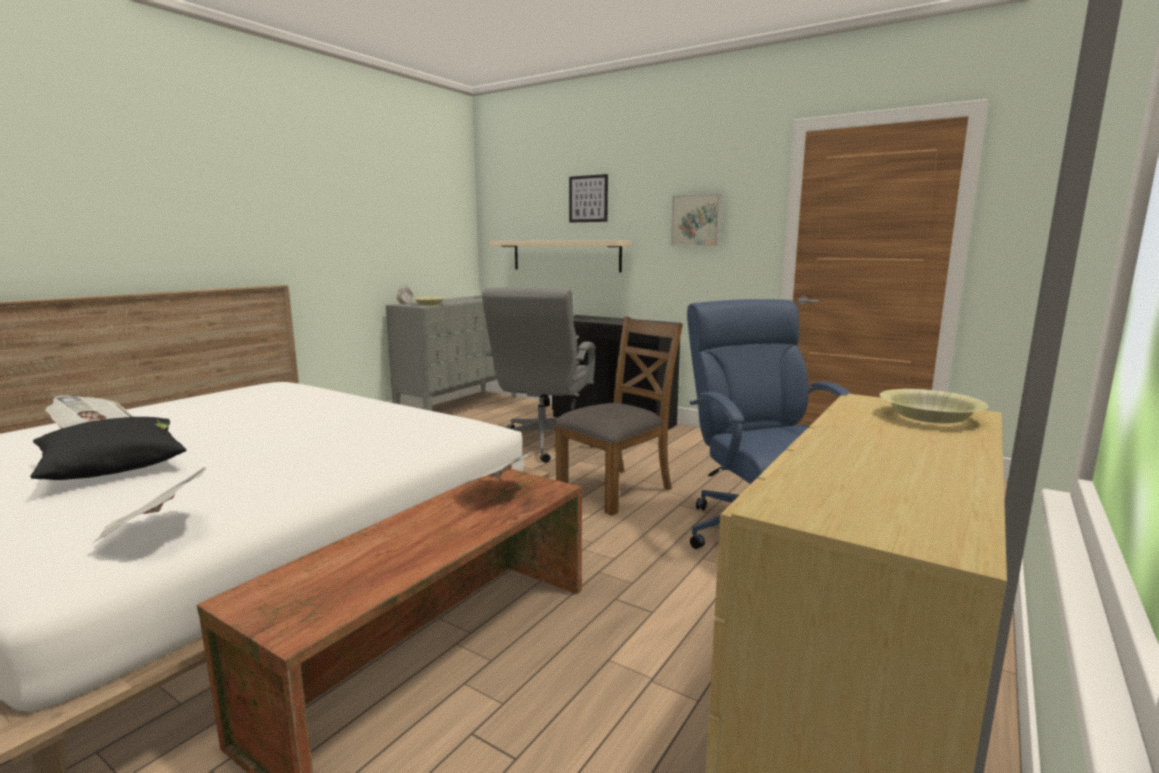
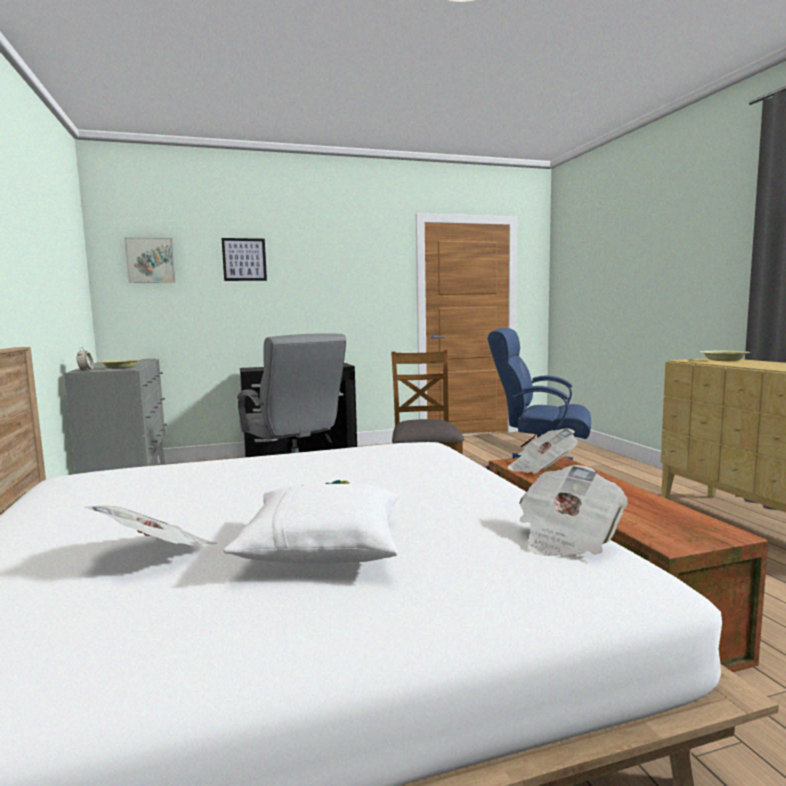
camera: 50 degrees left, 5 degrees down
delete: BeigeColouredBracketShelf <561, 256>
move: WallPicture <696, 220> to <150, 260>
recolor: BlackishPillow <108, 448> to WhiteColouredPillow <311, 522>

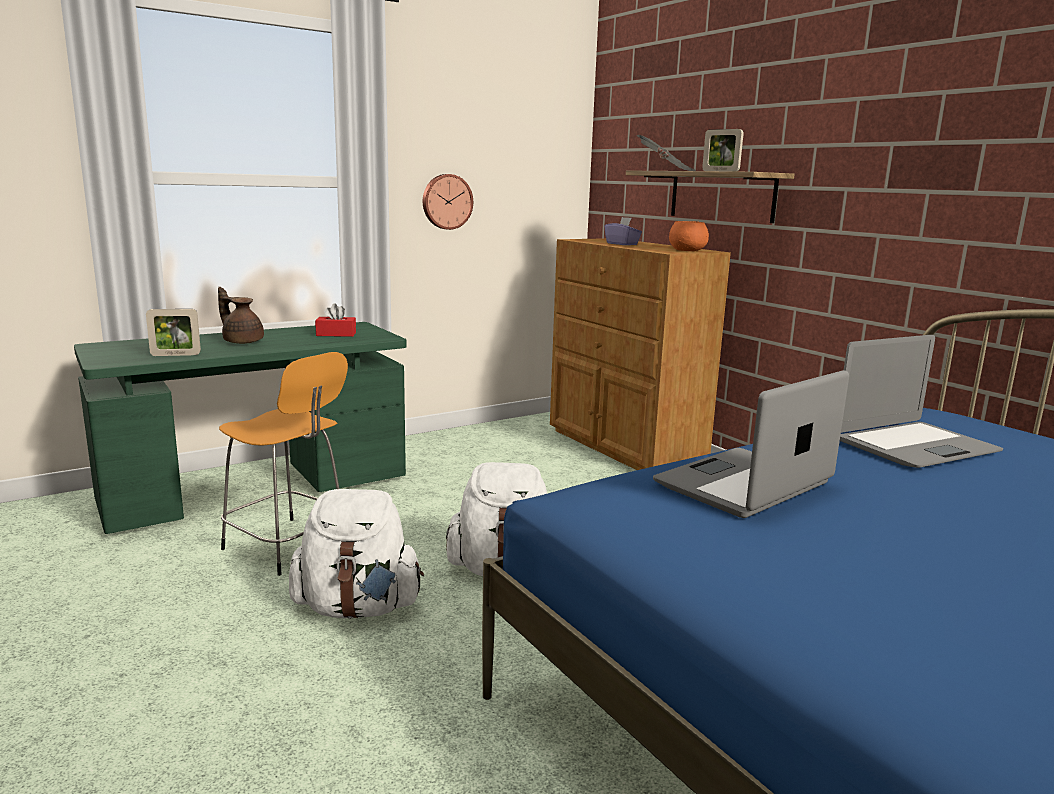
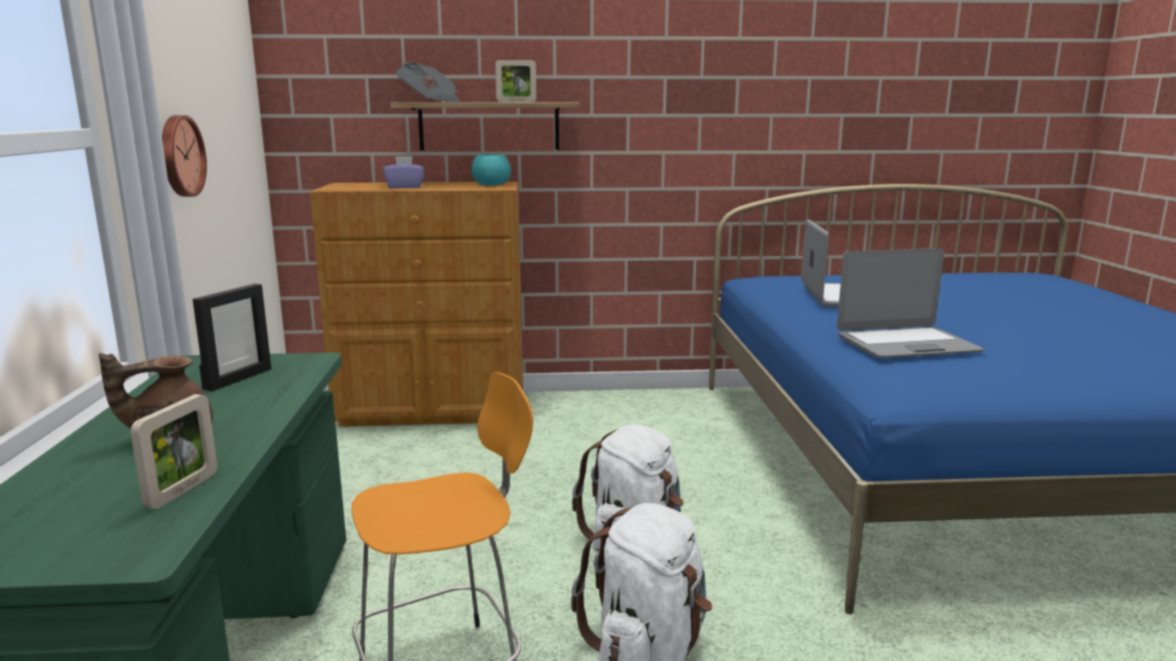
camera: 60 degrees left, 0 degrees up
replace: RedColouredTissueBox <335, 320> to PictureFrame <232, 337>
recolor: OrangeDeepDish <689, 236> to TurquoiseColouredDeepDish <491, 170>
rotate: NotebookComputer <751, 444> = <910, 303> 90 degrees counterclockwise

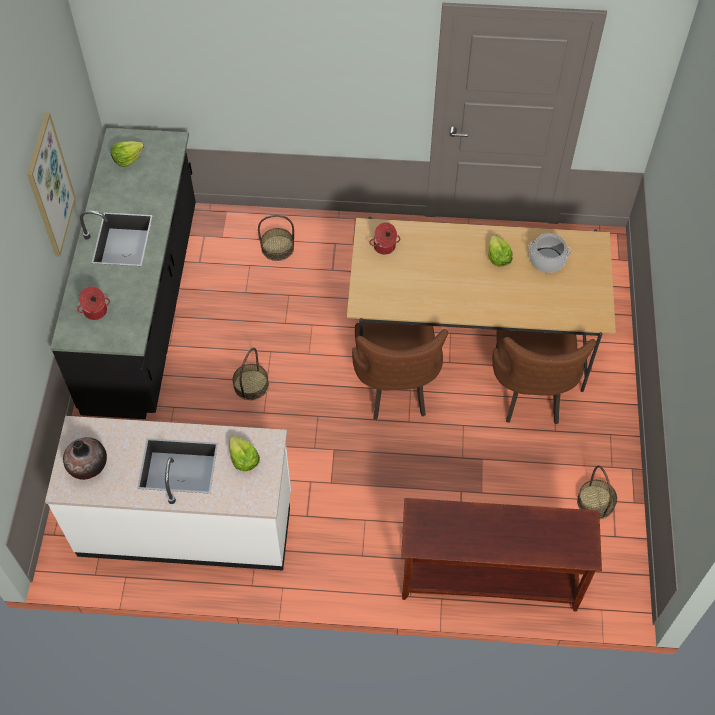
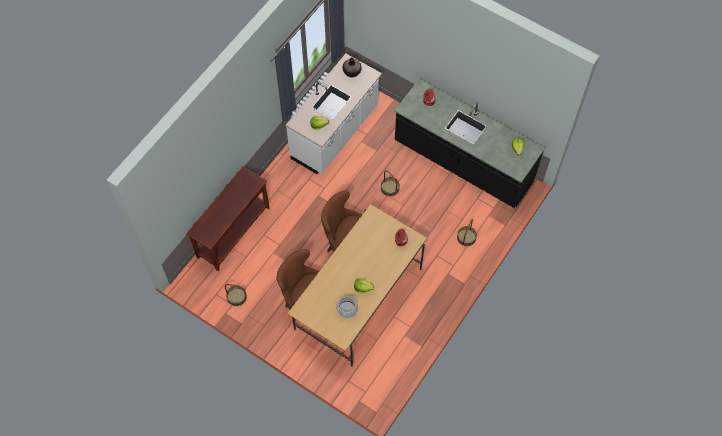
camera: 120 degrees right, 5 degrees up
delete: WallPicture <51, 185>

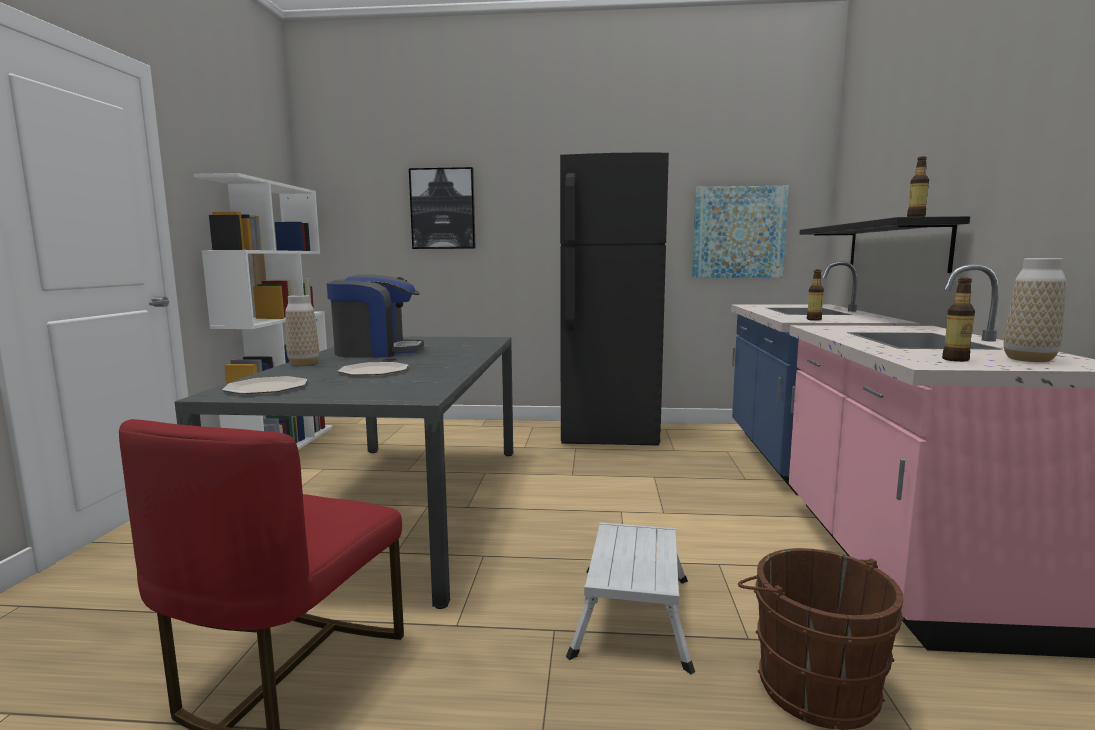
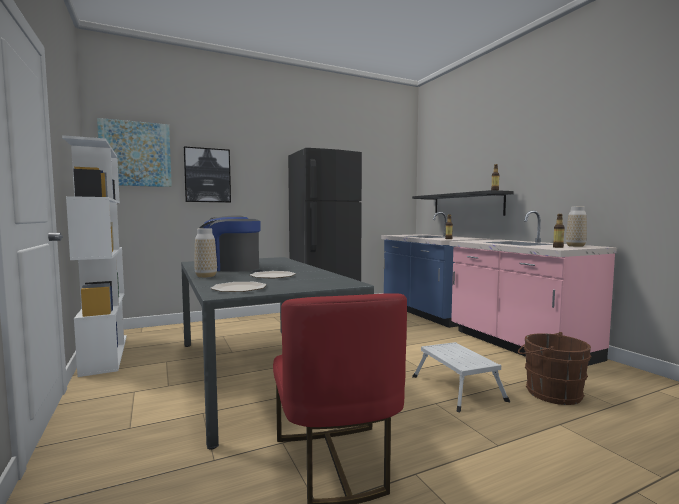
camera: 30 degrees left, 5 degrees down
move: WallPicture <740, 232> to <134, 152>
rotate: CoffeeMachine <375, 315> = <230, 243> 135 degrees counterclockwise

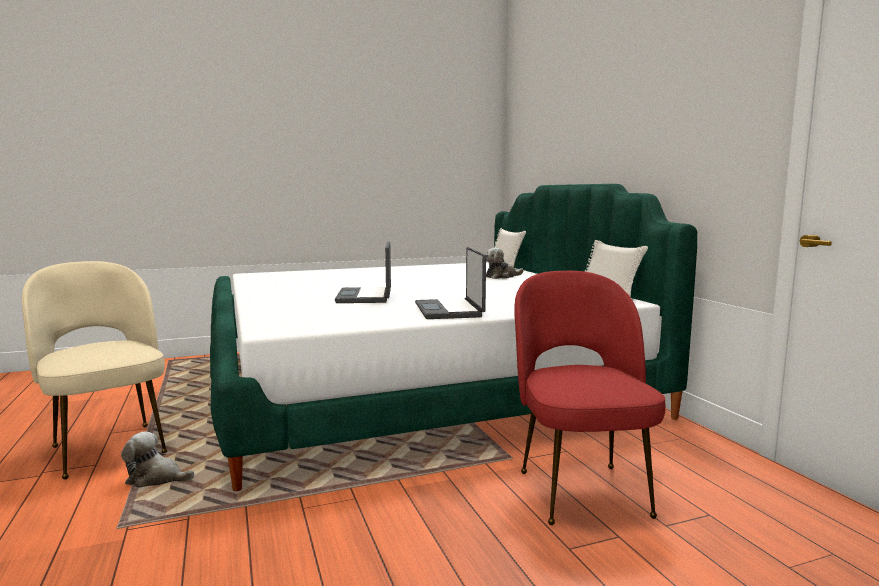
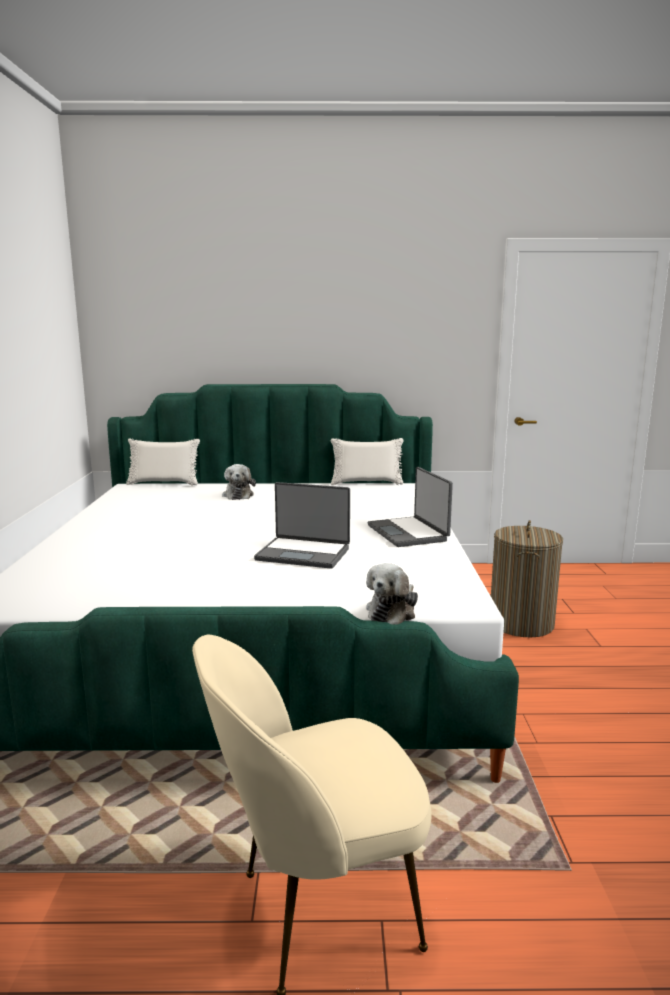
camera: 70 degrees left, 5 degrees up
move: PlushToy <157, 459> to <392, 594>
replace: RedColouredPlainChair <590, 398> to WashingBasket <527, 578>
rotate: NotebookComputer <450, 283> = <410, 507> 60 degrees clockwise

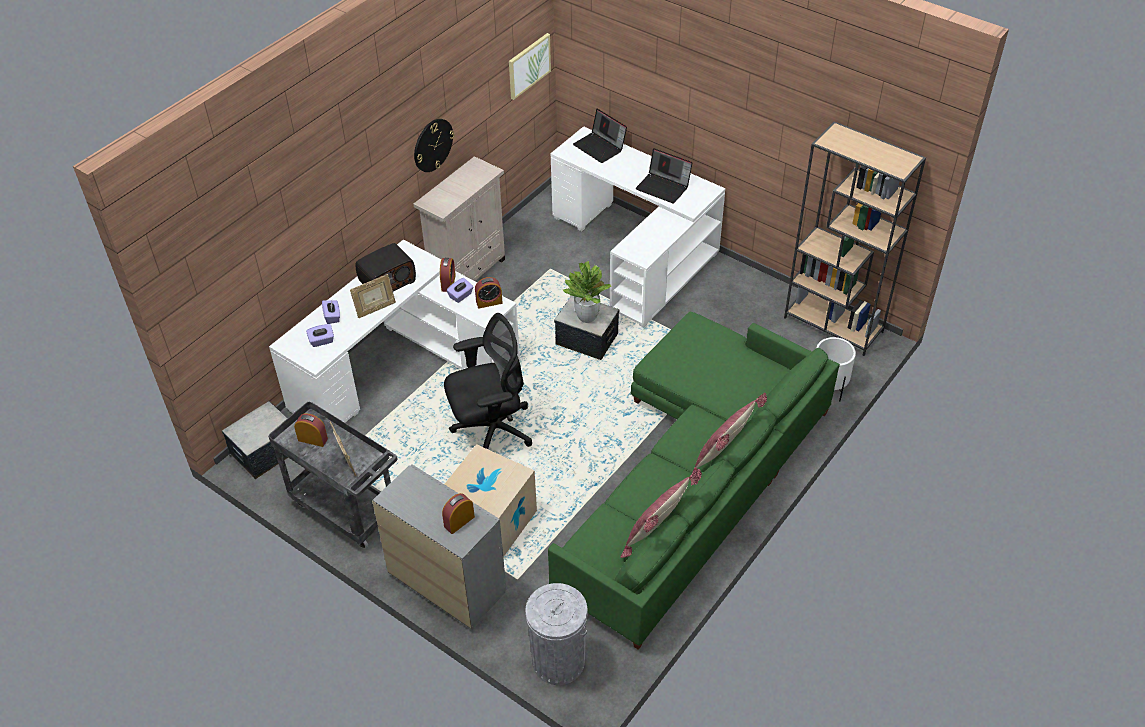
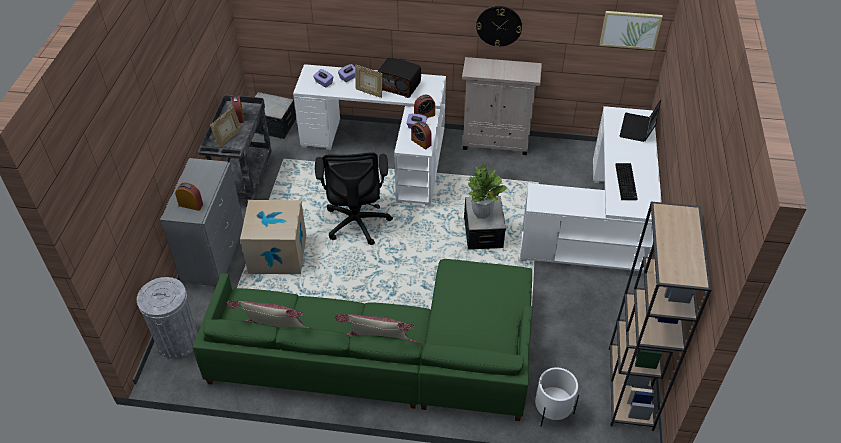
camera: 60 degrees right, 0 degrees up
replace: NotebookComputer <664, 176> to Keyboard <626, 181>
rotate: BlackishComputerChair <488, 381> = <354, 198> 45 degrees clockwise

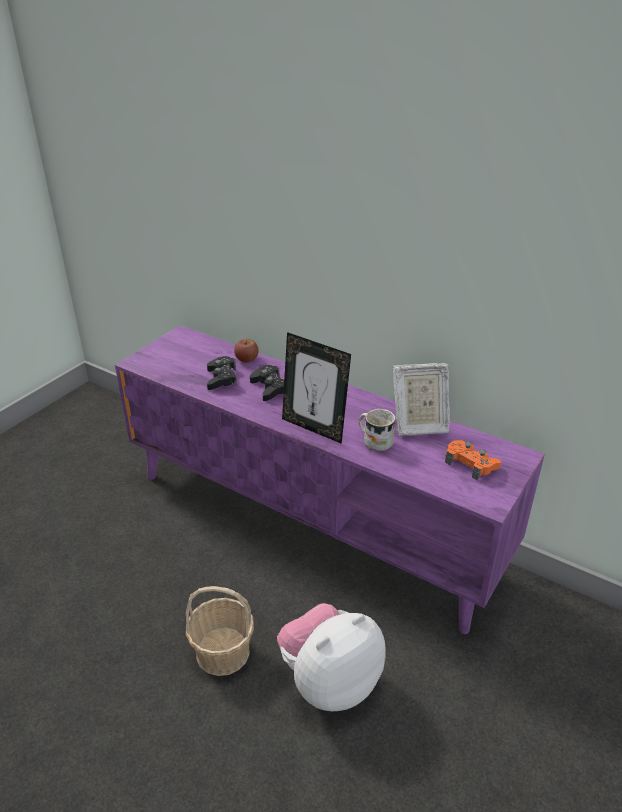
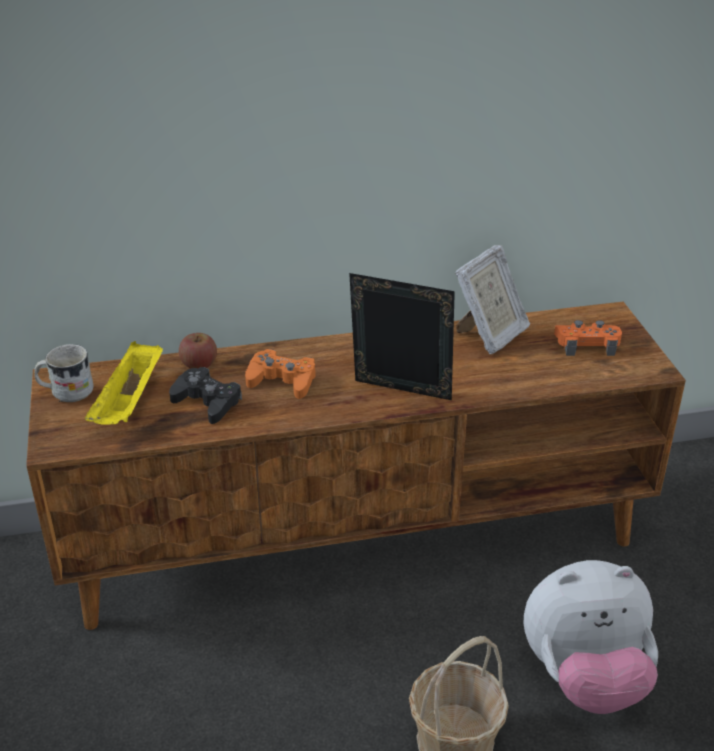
camera: 45 degrees left, 0 degrees up
insert: YellowishServingTray <124, 383>
move: WhiteColouredCoffeeMug <377, 430> to <64, 373>
recolor: PurpleTvUnit <330, 479> to BrownColouredTvUnit <356, 466>; BlackishGameController <267, 383> to OrangeGameController <280, 374>
rotate: PlushToy <331, 657> = <591, 637> 105 degrees counterclockwise; PictureFrame <316, 388> = <402, 336> 150 degrees counterclockwise

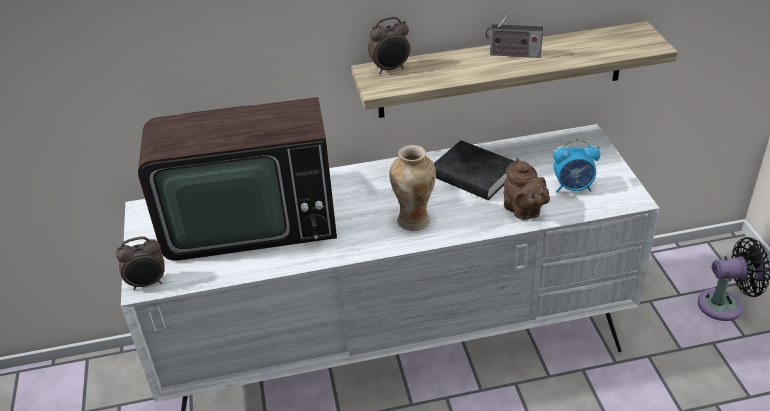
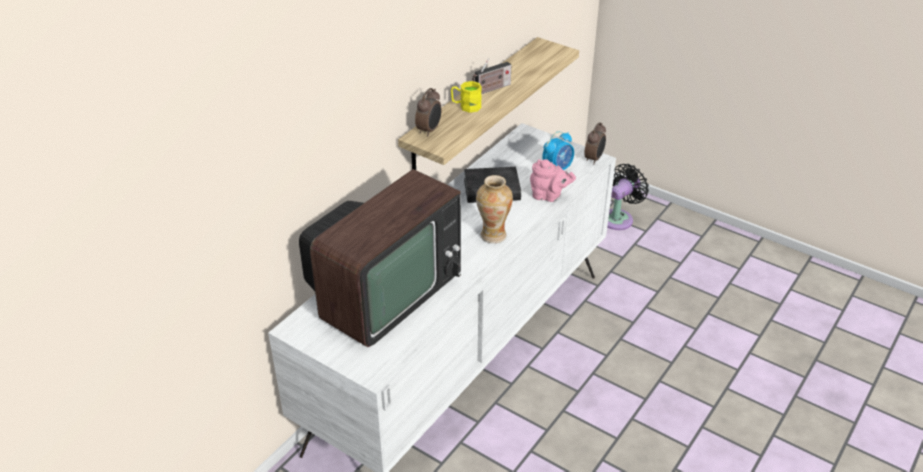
camera: 45 degrees left, 0 degrees up
insert: YellowishCoffeeMug <466, 97>
move: TableClock <140, 263> to <595, 143>
recolor: BrownColouredPotForTea <527, 189> to PinkColouredPotForTea <553, 180>

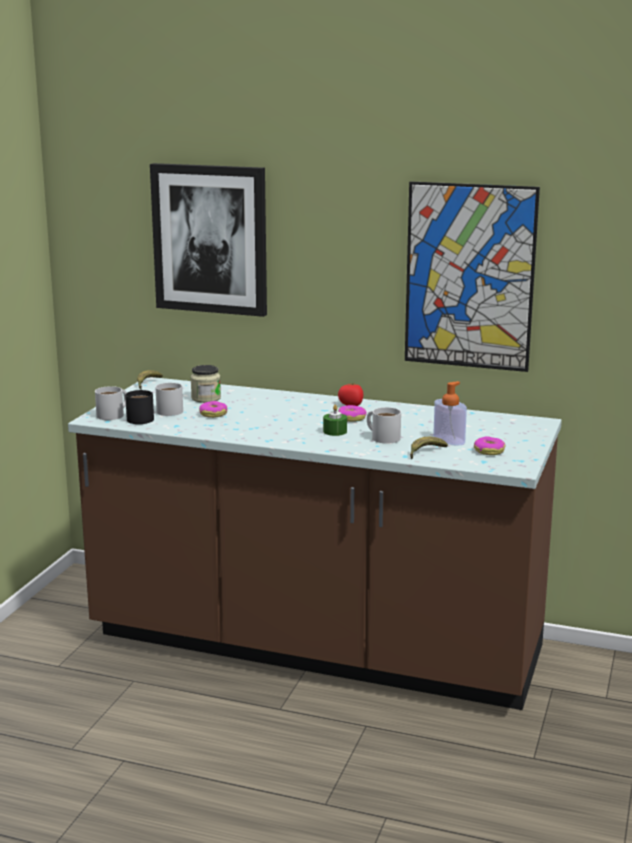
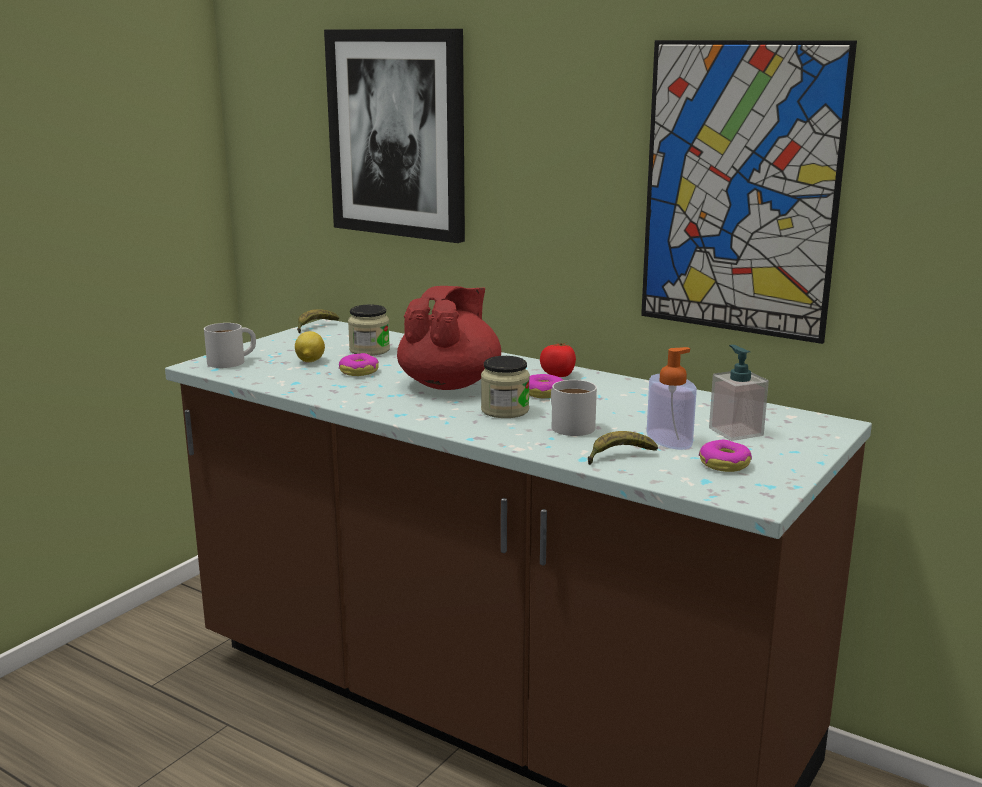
camera: 15 degrees right, 0 degrees up
delete: BlackishCoffeeMug <139, 407>
insert: RedColouredPotForTea <449, 338>; LiquidSoapBottle <739, 393>
replace: WhiteColouredCoffeeMug <169, 399> to Lemon <310, 346>; GreenishWaxCandle <335, 420> to PreserveJar <505, 387>

